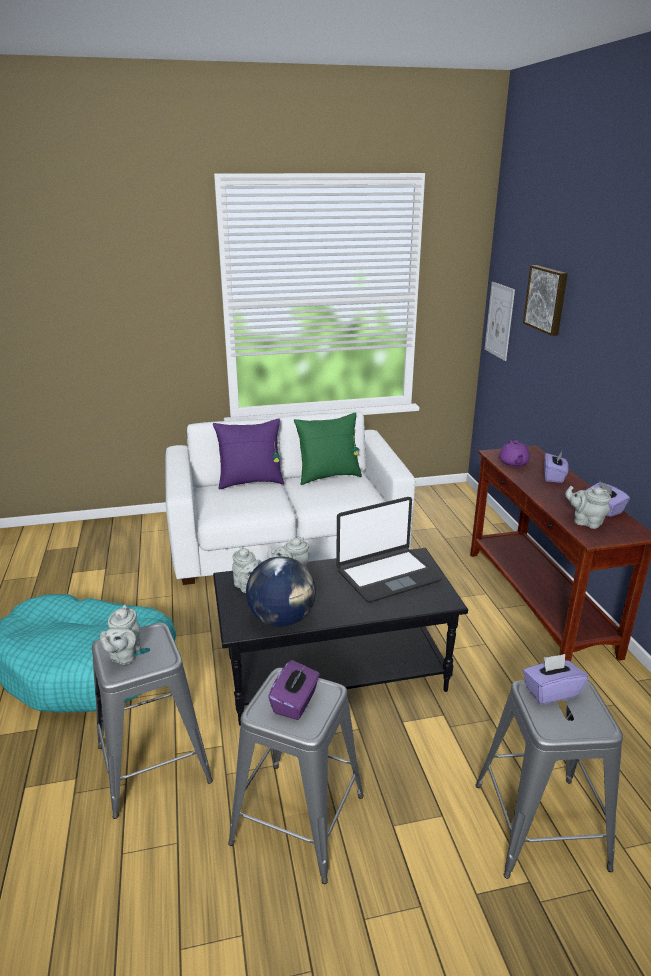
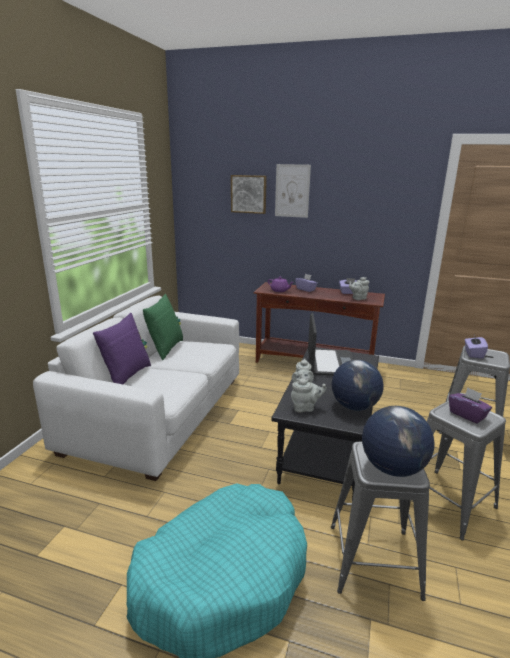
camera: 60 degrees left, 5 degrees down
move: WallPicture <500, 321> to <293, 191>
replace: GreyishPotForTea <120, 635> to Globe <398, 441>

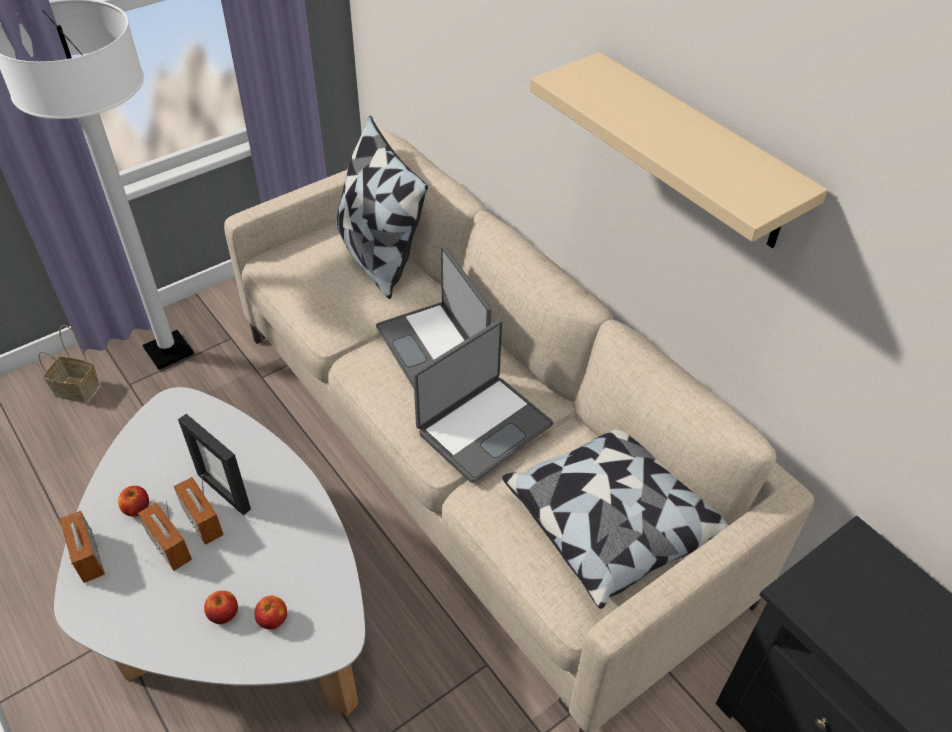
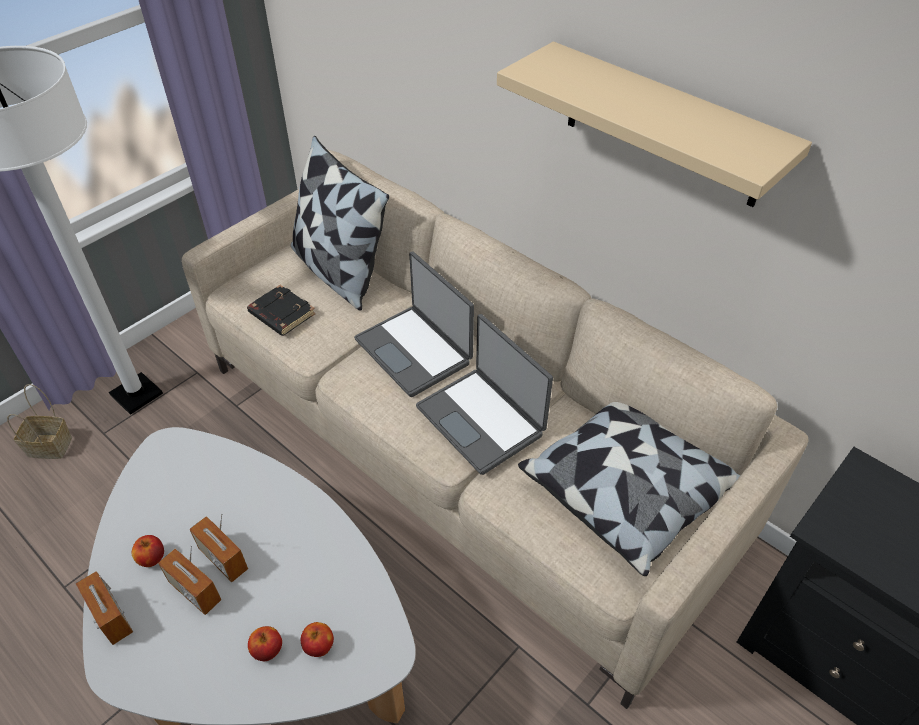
camera: 10 degrees left, 0 degrees up
delete: PictureFrame <214, 464>
insert: BlackishBook <281, 310>
rotate: NotebookComputer <483, 401> = <484, 394> 105 degrees clockwise

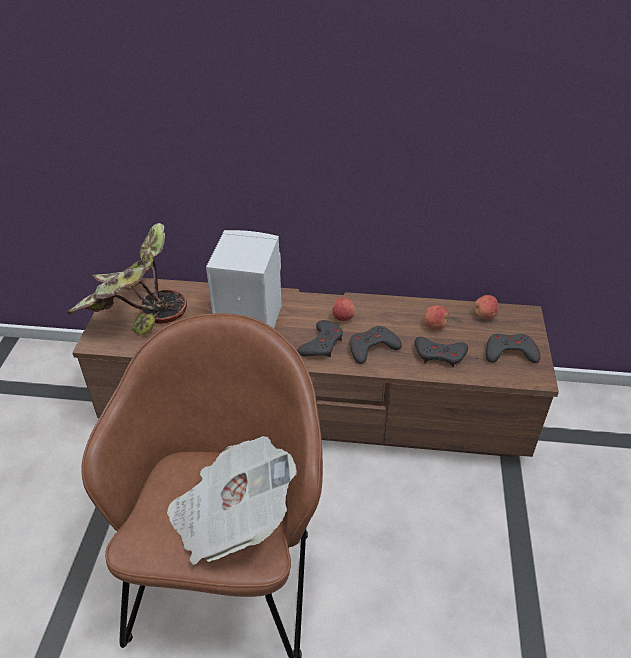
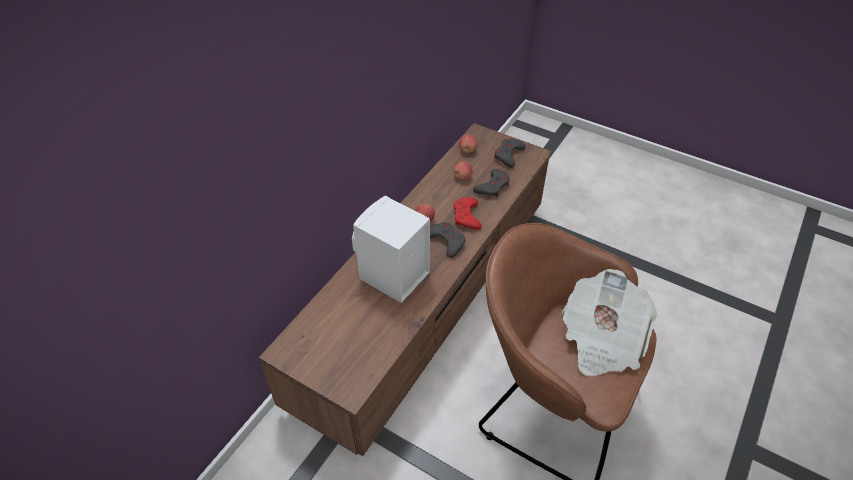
camera: 65 degrees left, 5 degrees up
delete: PlantInAPot <127, 279>
recolor: GreyishGameController <376, 345> to RedColouredGameController <467, 213>

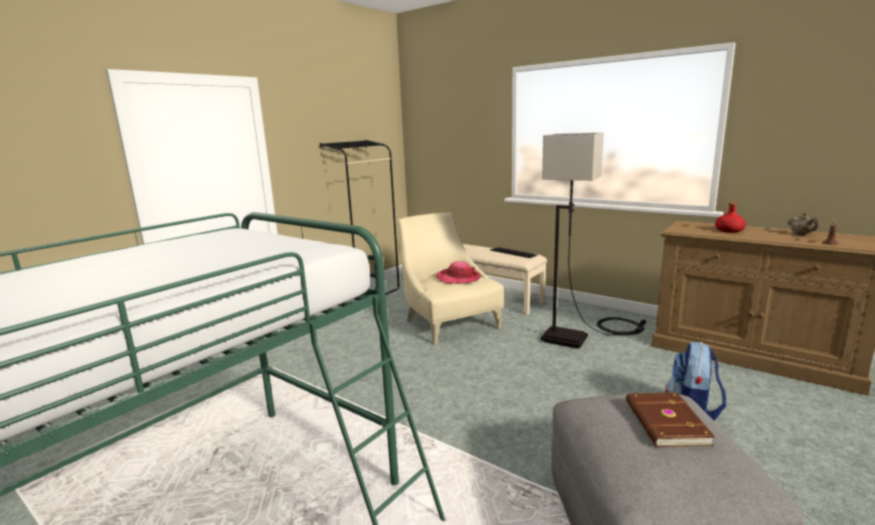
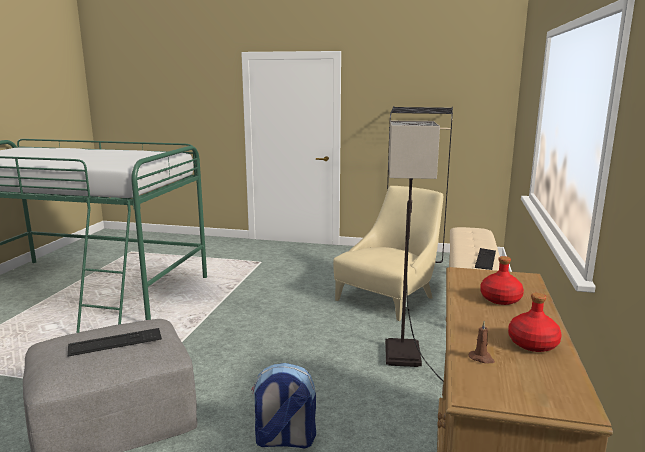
camera: 65 degrees right, 0 degrees up
delete: ClothingHat <458, 272>
replace: BrownColouredBook <670, 420> to Keyboard <115, 342>; BeigeColouredPotForTea <803, 223> to RedColouredDrinkBottle <535, 322>

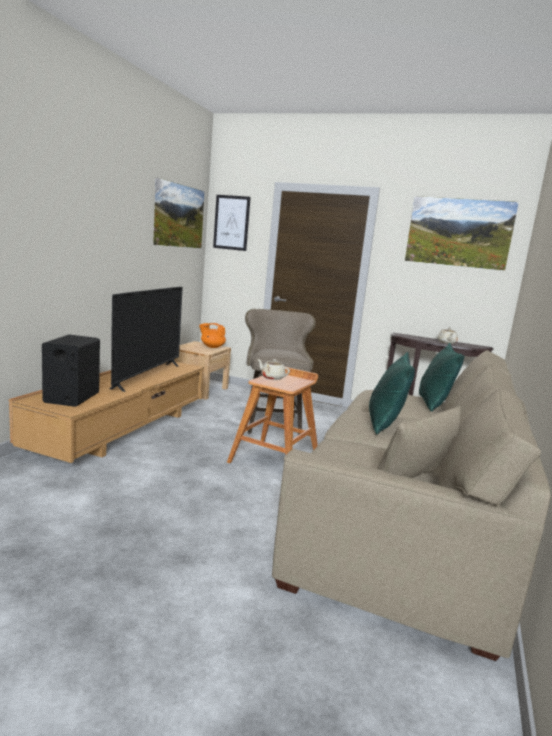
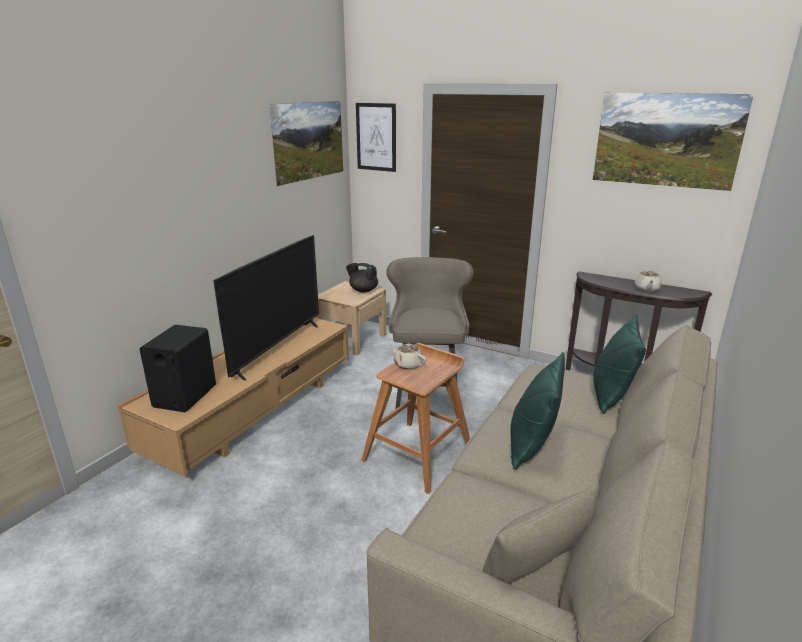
camera: 10 degrees right, 10 degrees up
recolor: OrangePotForTea <212, 335> to BlackishPotForTea <362, 278>

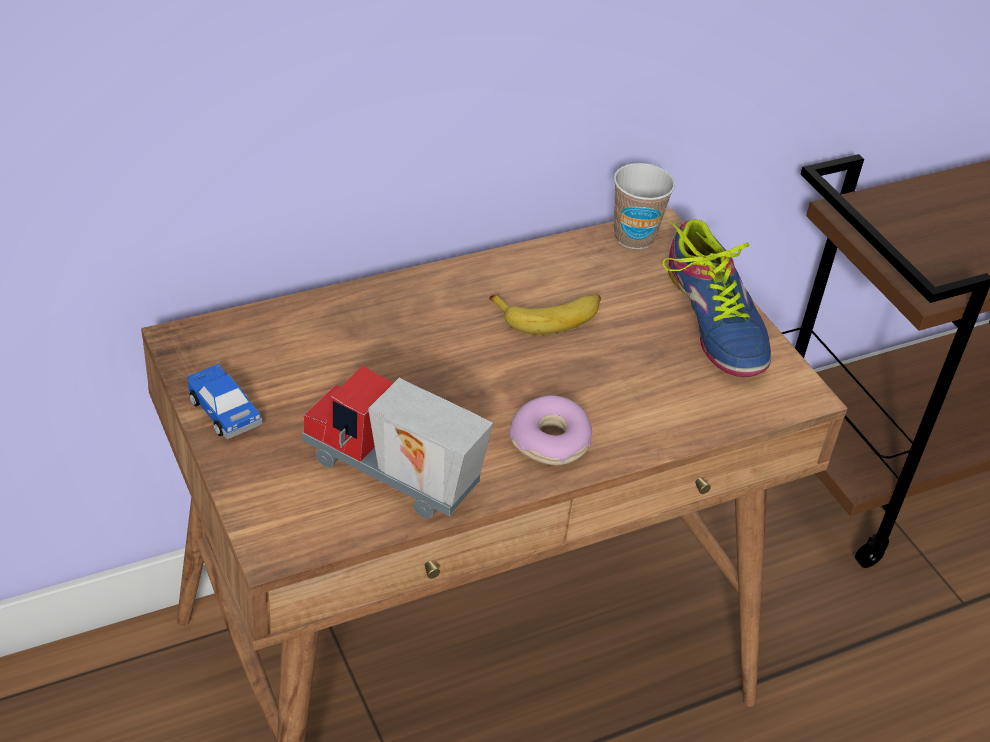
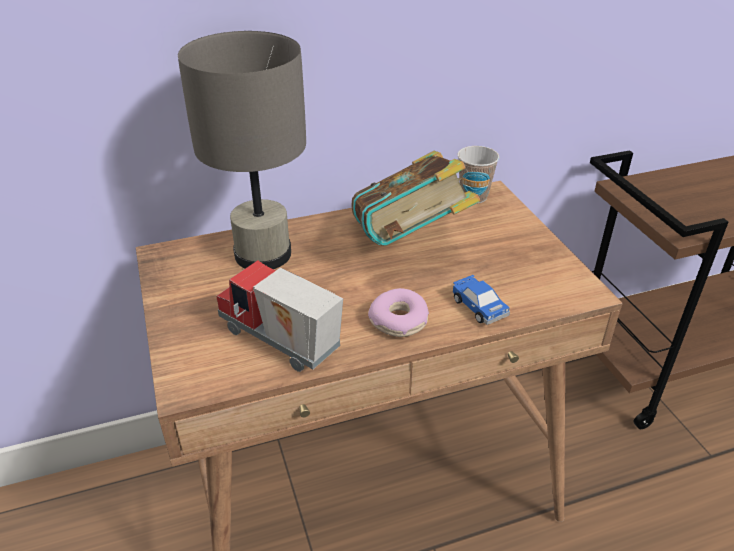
camera: 10 degrees right, 5 degrees down
delete: LowShoe <717, 298>
insert: GreyishTableLamp <242, 150>
move: ToyCar <224, 401> to <481, 300>
replace: WholeBanana <545, 314> to Book <415, 198>

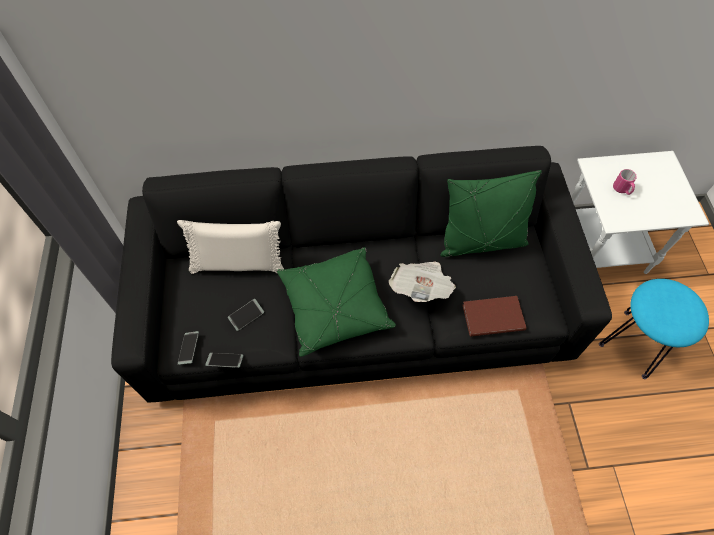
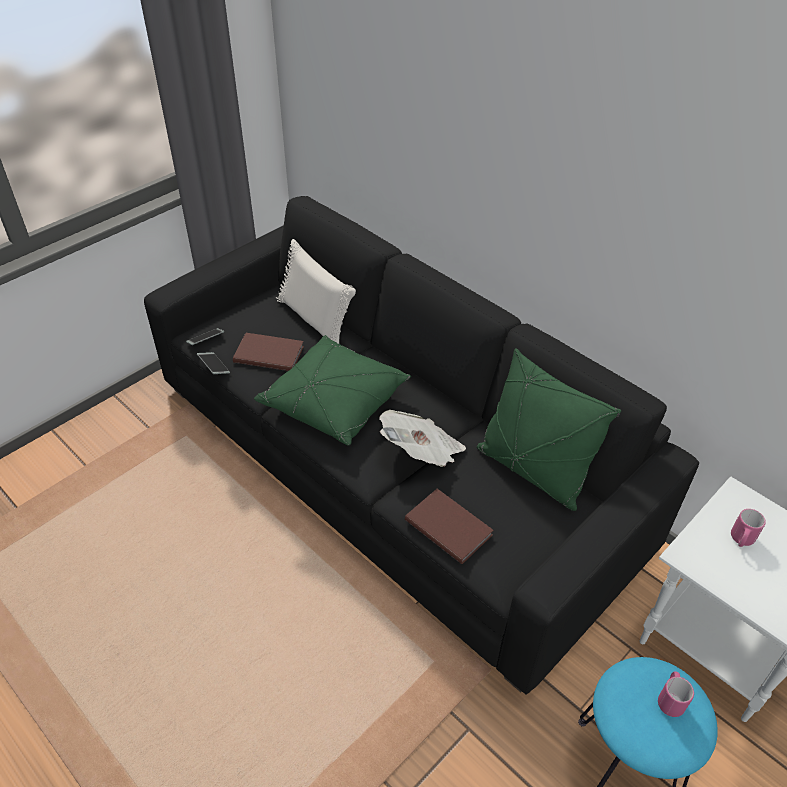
camera: 50 degrees right, 15 degrees down
insert: PinkColouredCoffeeMug <676, 694>
replace: Phone <246, 315> to BrownColouredBook <268, 352>

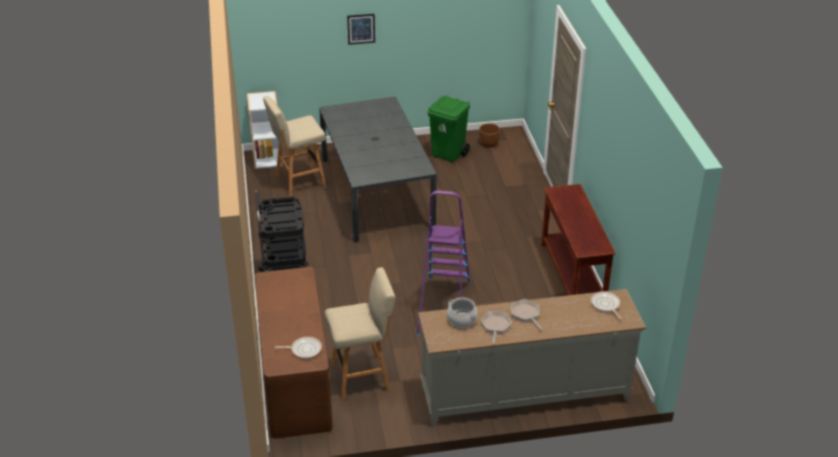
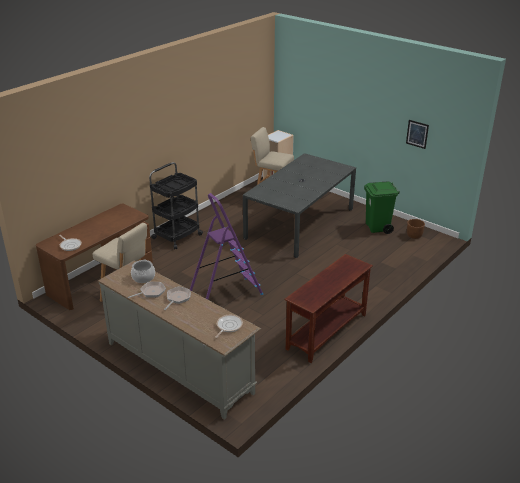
camera: 50 degrees right, 5 degrees down
move: WallPicture <361, 29> to <417, 134>

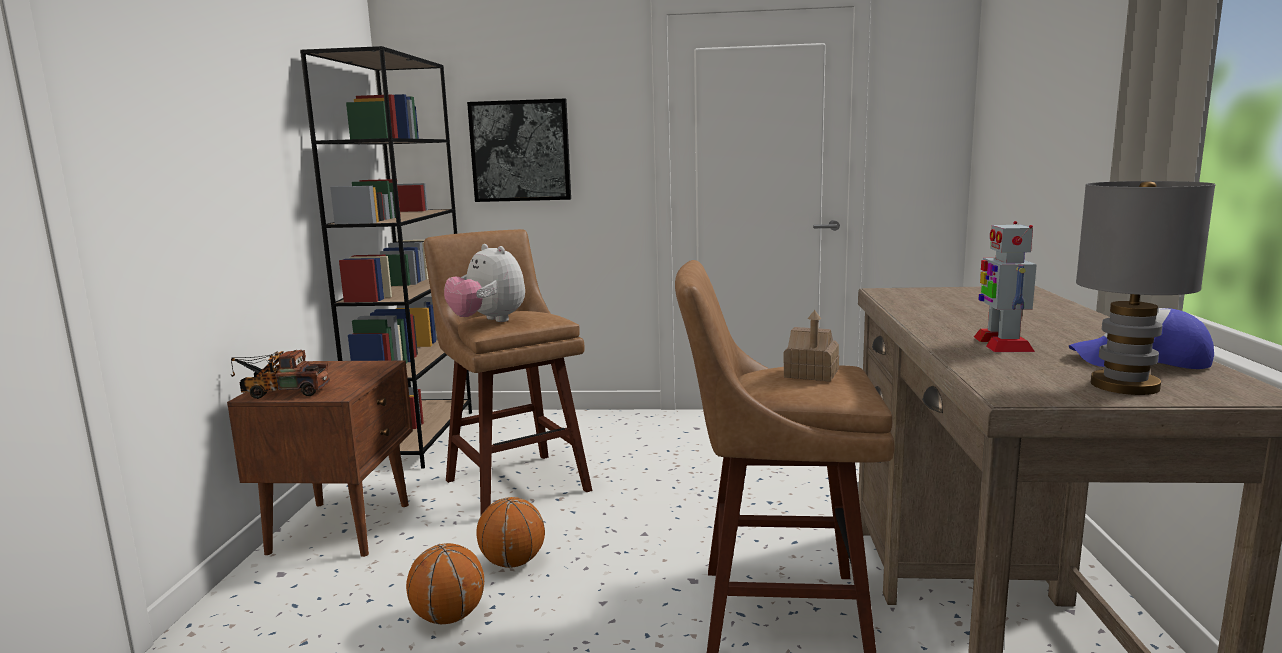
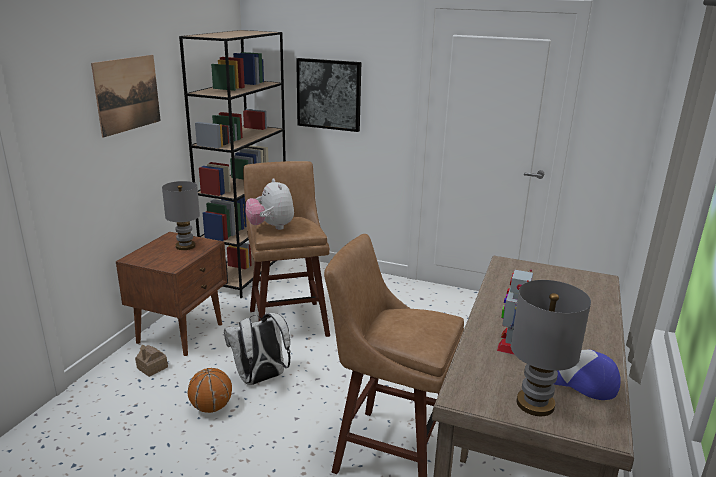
camera: 15 degrees right, 10 degrees up
delete: ModelTruck <280, 374>
insert: WallPicture <126, 96>; GreyishTableLamp <181, 215>
move: ToyHouse <811, 346> to <151, 361>
replace: Basketball <511, 532> to WhiteColouredKnapsack <257, 349>

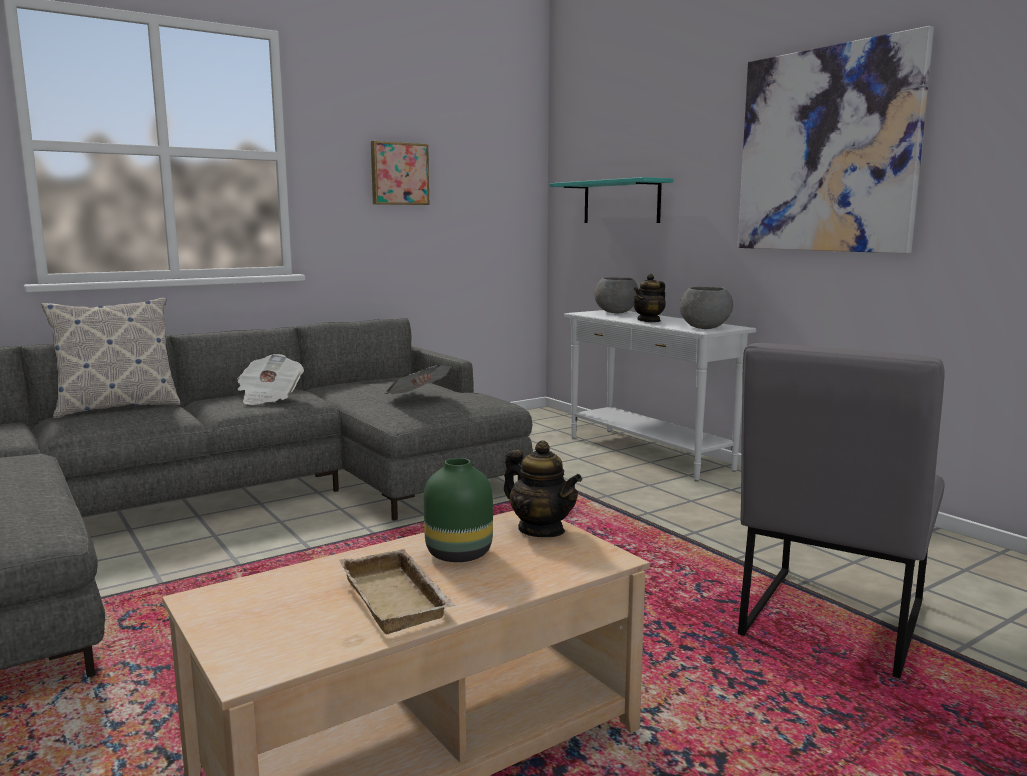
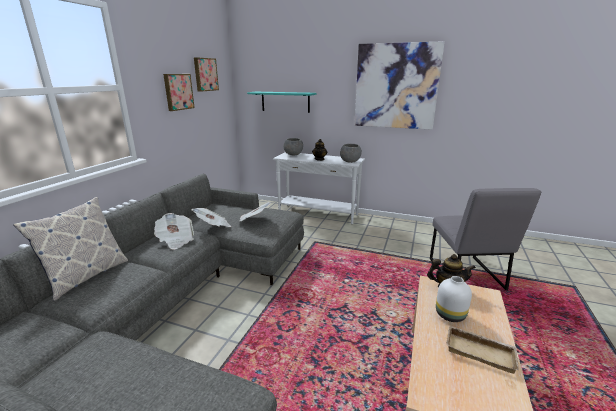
camera: 35 degrees left, 10 degrees up
insert: Newspaper <212, 217>; WallPicture <206, 74>
recolor: GreenishDecorativeVase <458, 510> to WhiteColouredDecorativeVase <454, 299>

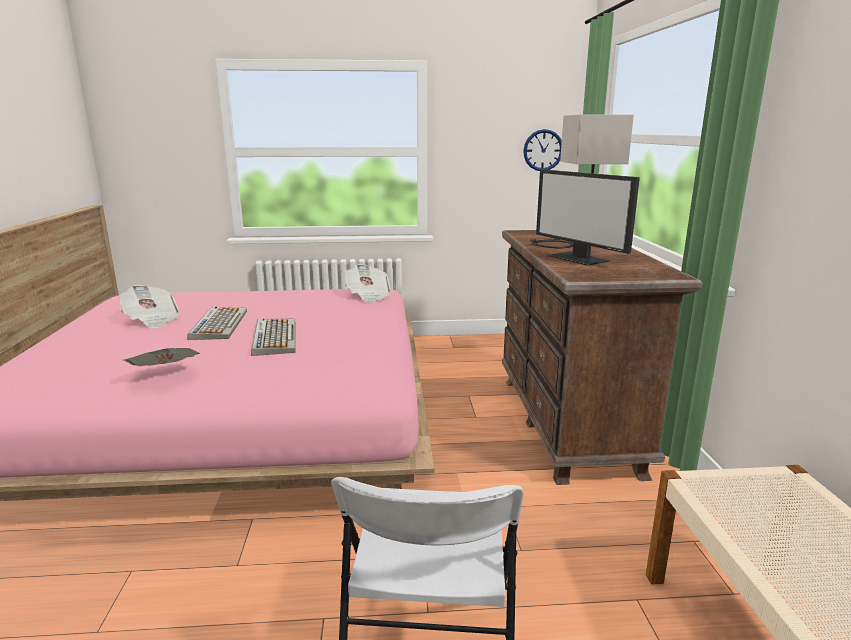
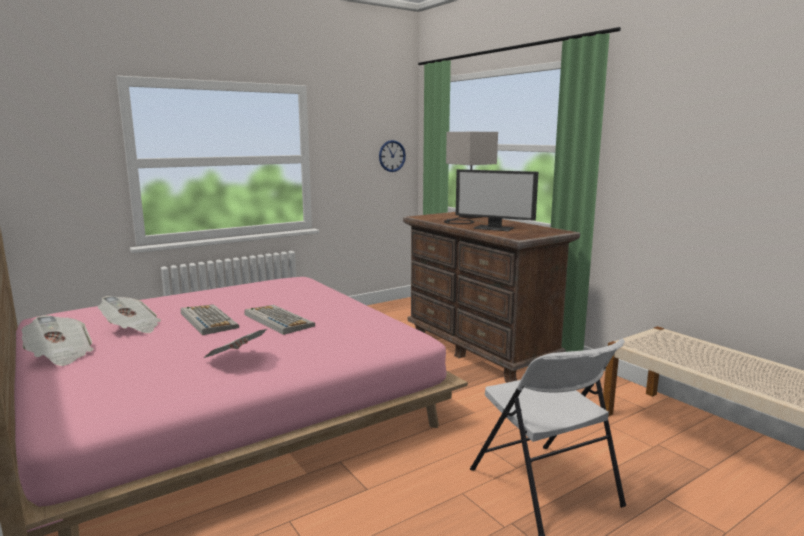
camera: 30 degrees left, 5 degrees down
move: Newspaper <368, 283> to <57, 340>

